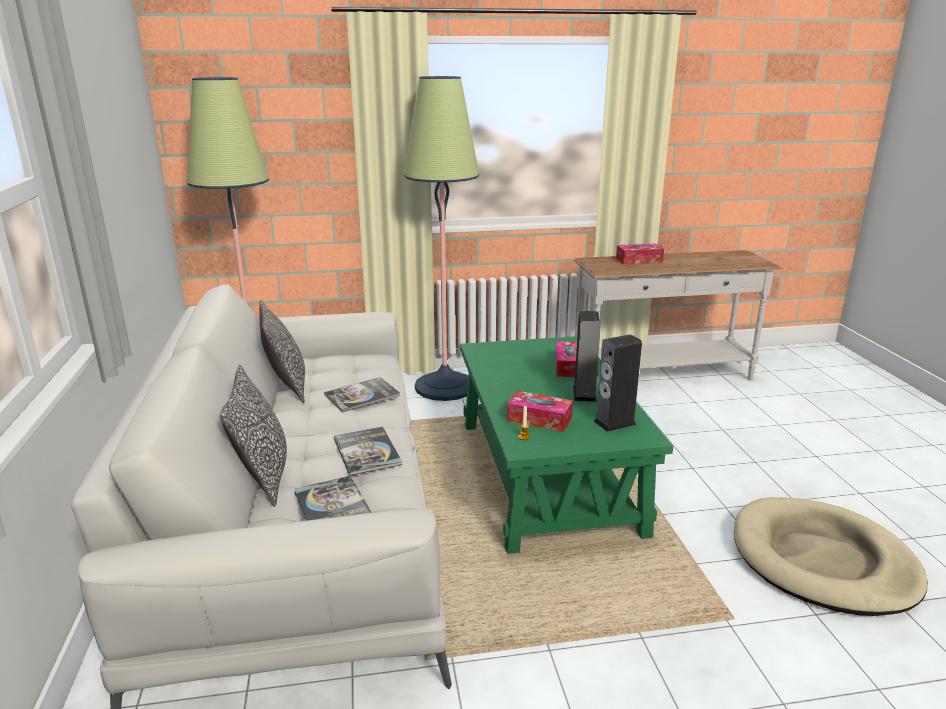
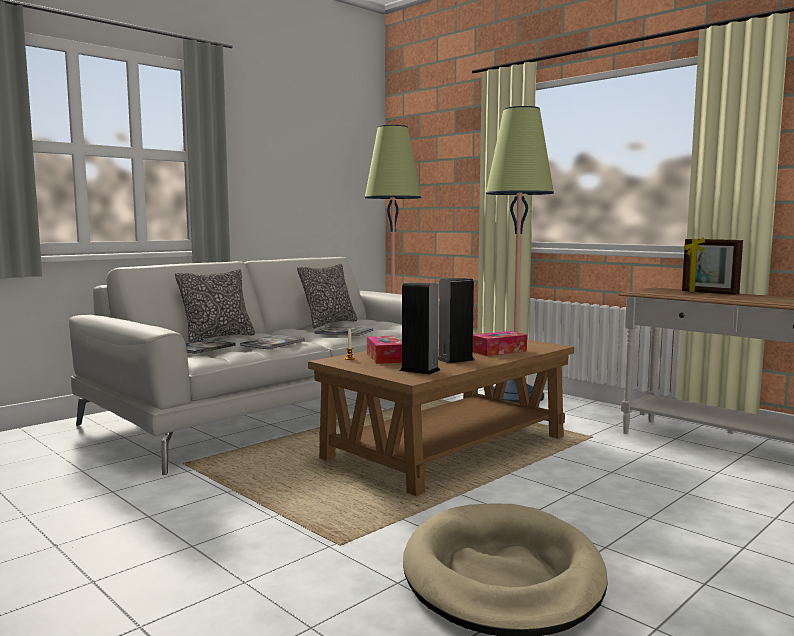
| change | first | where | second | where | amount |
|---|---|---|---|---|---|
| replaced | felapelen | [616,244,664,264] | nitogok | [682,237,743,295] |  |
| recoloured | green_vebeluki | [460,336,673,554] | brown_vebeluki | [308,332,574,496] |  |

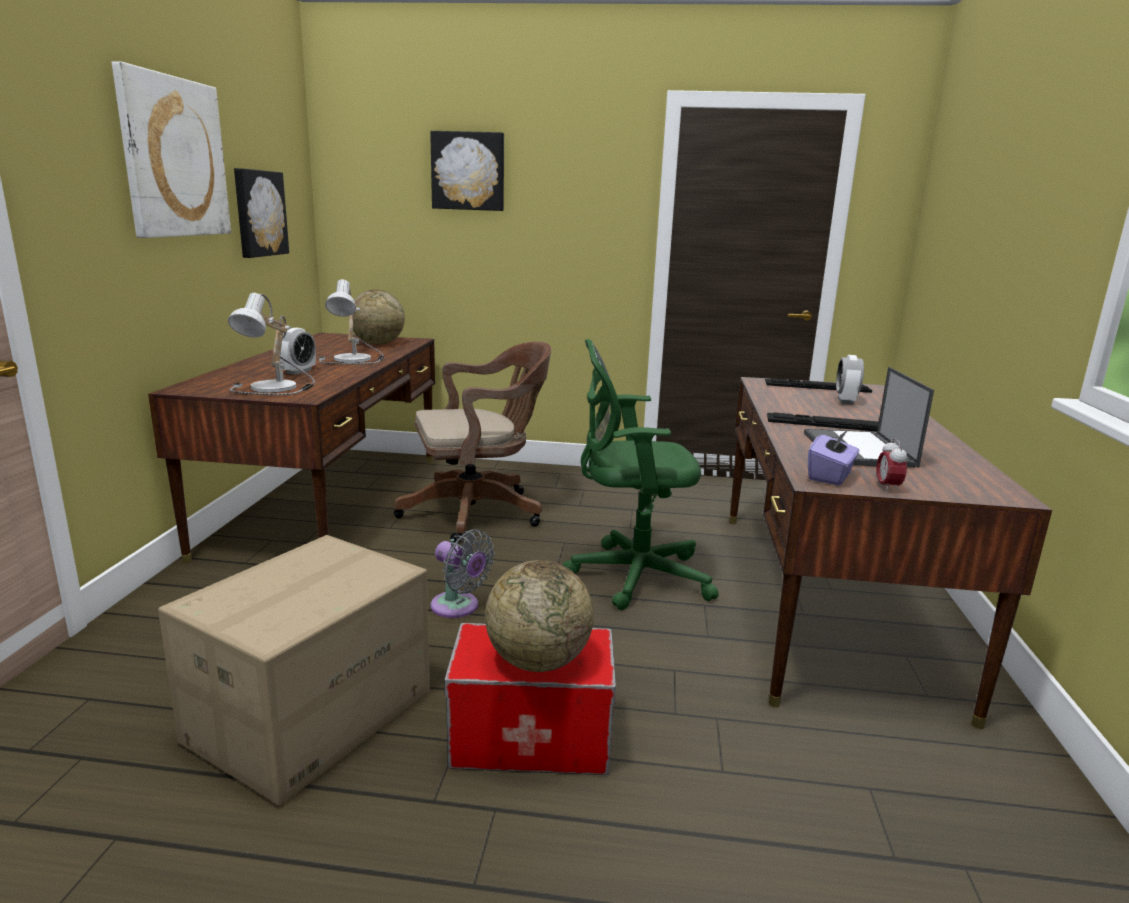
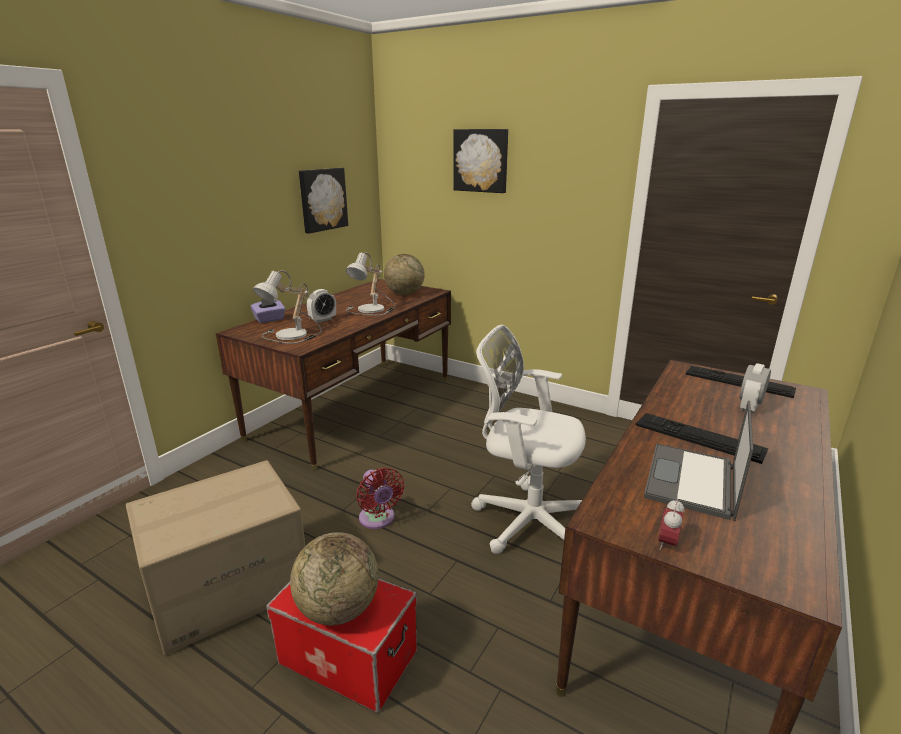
| change | first | where | second | where | amount |
|---|---|---|---|---|---|
| removed | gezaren | [112,61,231,238] |  |  |  |
| removed | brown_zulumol | [394,342,551,543] |  |  |  |
| moved | purple_felapelen | [808,430,859,486] |  | [250,299,285,323] |  |
| recoloured | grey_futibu | [431,529,495,618] | red_futibu | [356,467,404,529] |  |
| recoloured | green_zulumol | [563,339,719,610] | white_zulumol | [471,325,586,554] |  |

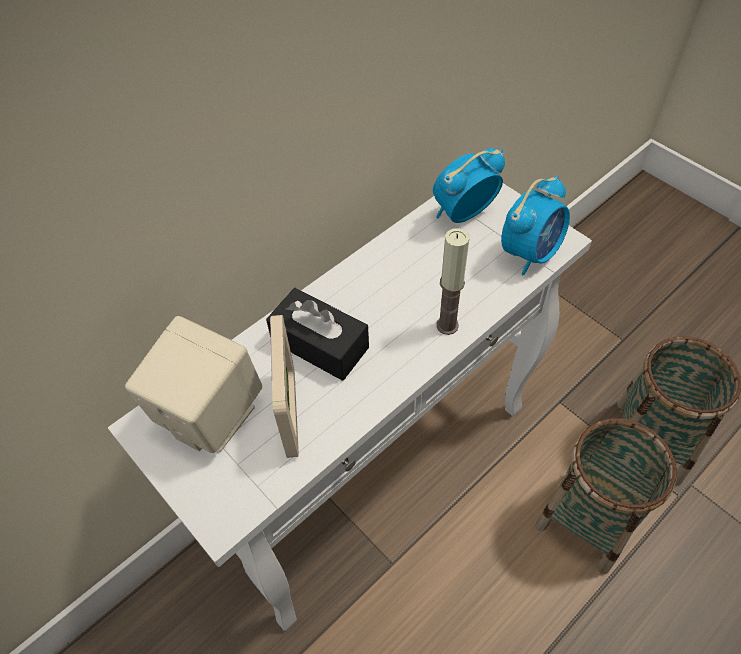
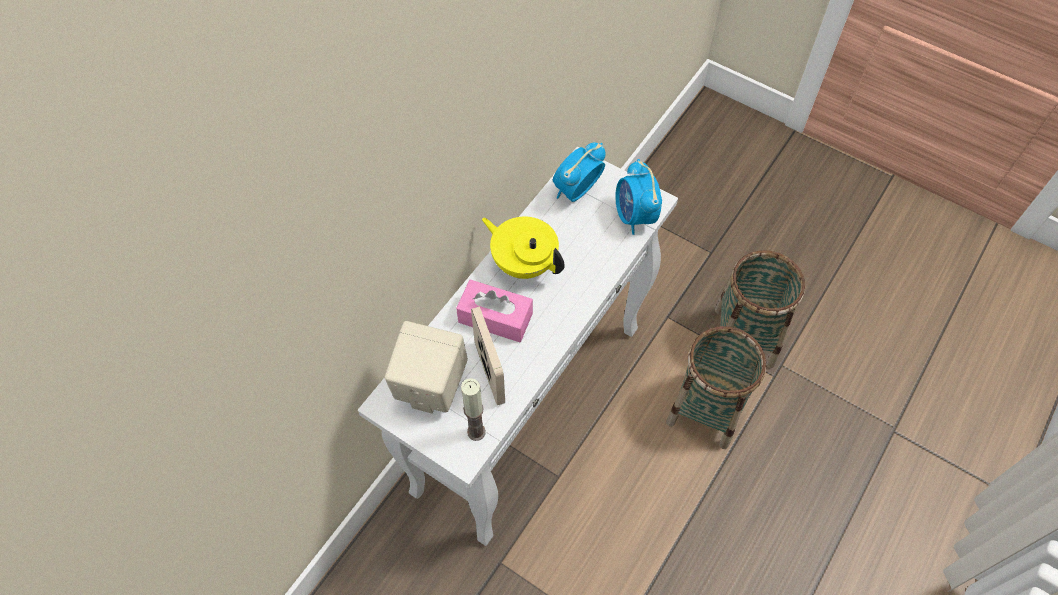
| change | first | where | second | where | amount |
|---|---|---|---|---|---|
| added |  |  | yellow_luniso | [482,217,565,279] |  |
| moved | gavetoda | [436,228,470,335] |  | [461,378,486,441] |  |
| recoloured | black_felapelen | [266,288,369,381] | pink_felapelen | [456,280,533,342] |  |
| turned | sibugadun | [501,176,570,276] |  | [615,159,662,235] | 135 degrees clockwise |

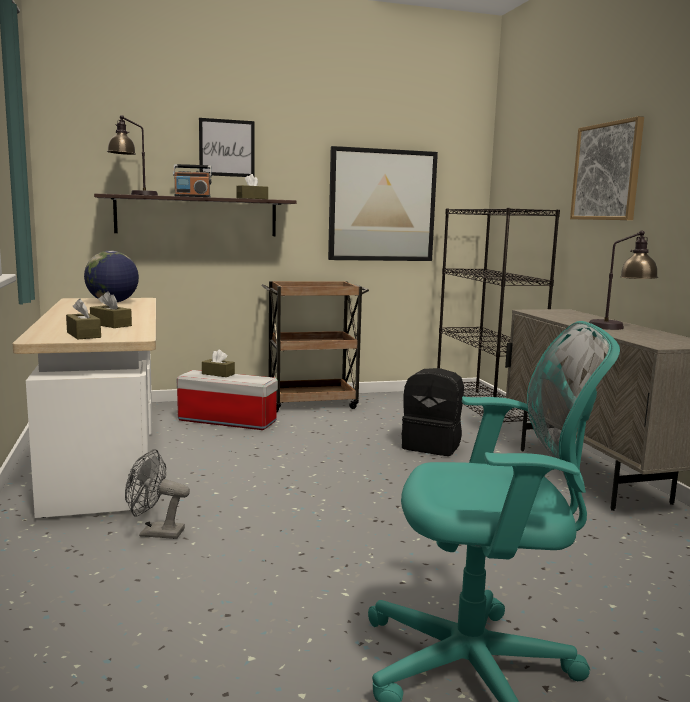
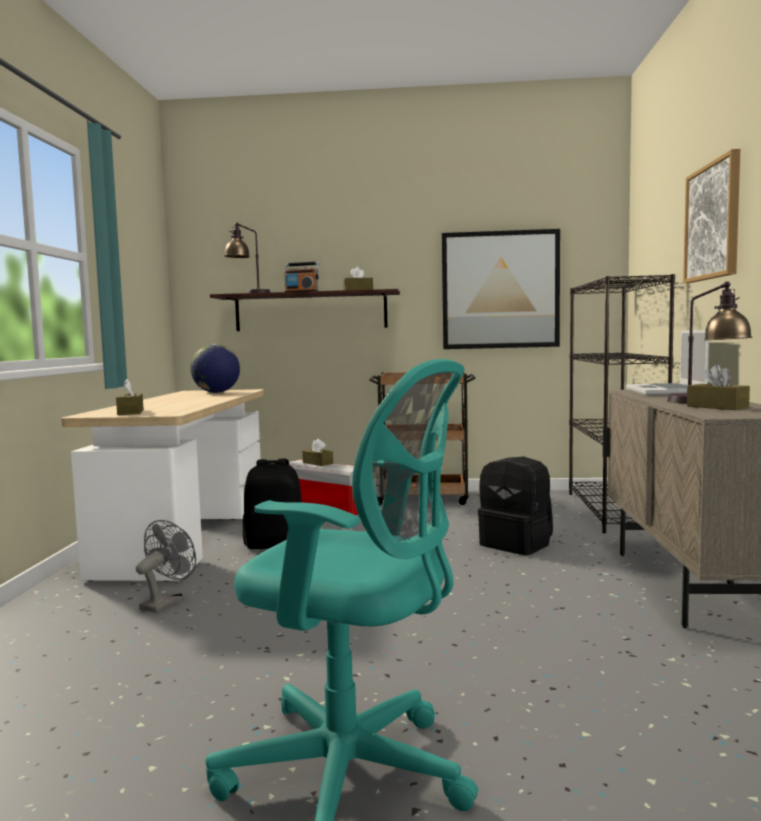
| change | first | where | second | where | amount |
|---|---|---|---|---|---|
| removed | gezaren | [199,118,255,177] |  |  |  |
| added |  |  | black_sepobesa | [243,459,302,549] |  |
| added |  |  | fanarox | [626,330,709,396] |  |
| moved | brown_felapelen | [90,291,132,328] |  | [687,365,750,410] |  |
| turned | grey_futibu | [125,449,190,539] |  | [136,520,196,613] | 90 degrees clockwise |

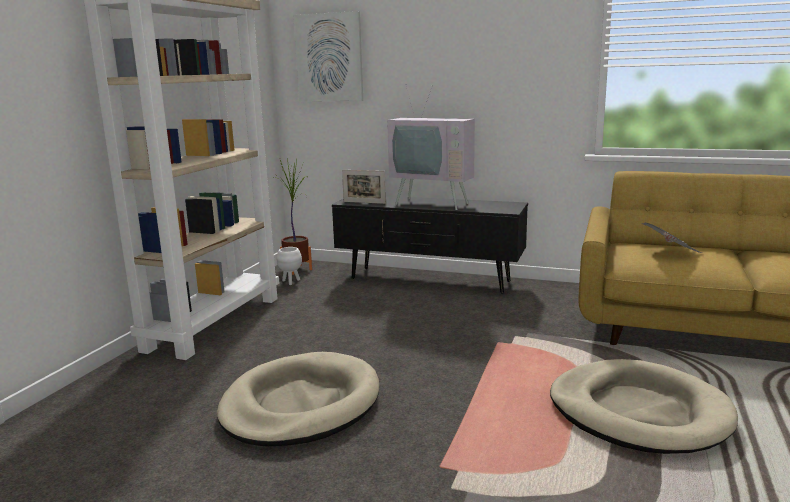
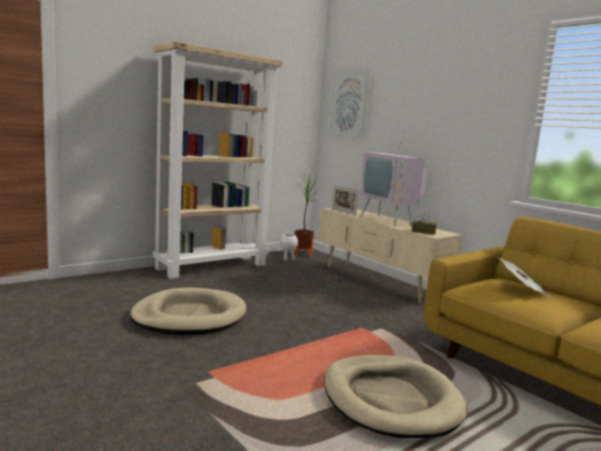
| change | first | where | second | where | amount |
|---|---|---|---|---|---|
| added |  |  | brown_felapelen | [412,213,436,235] |  |
| recoloured | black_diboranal | [332,196,528,293] | beige_diboranal | [319,208,463,304] |  |

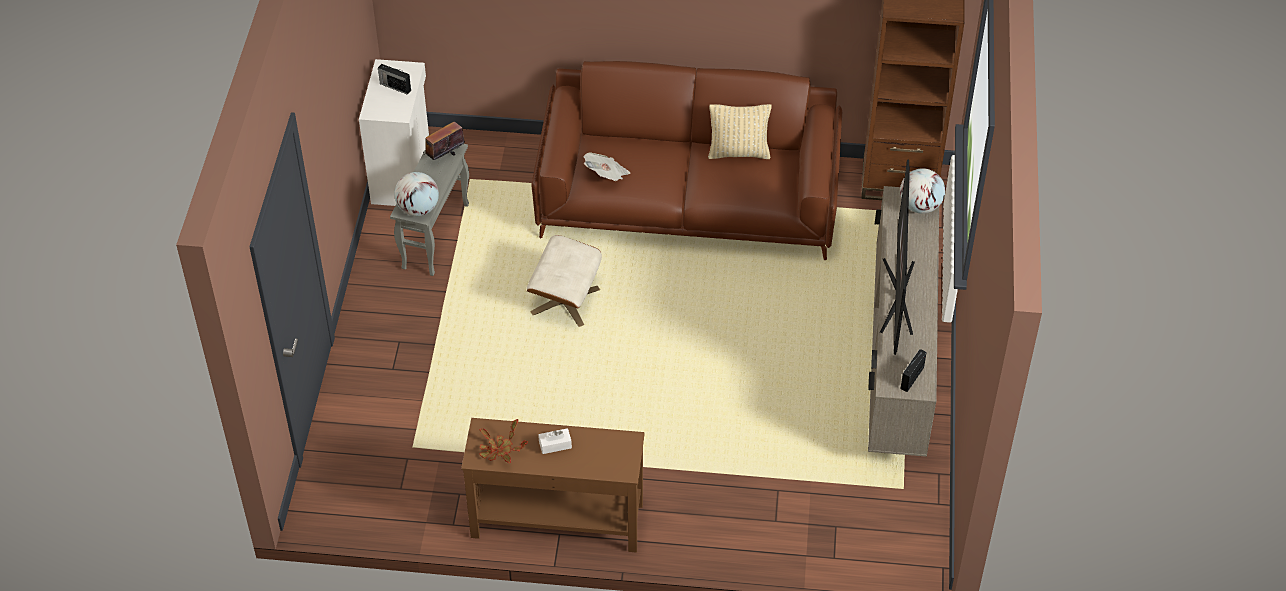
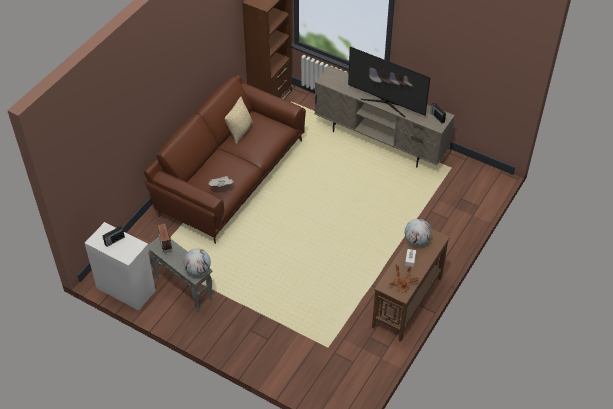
| change | first | where | second | where | amount |
|---|---|---|---|---|---|
| removed | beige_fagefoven | [526,235,602,327] |  |  |  |
| moved | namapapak | [900,168,945,214] |  | [405,219,432,246] |  |

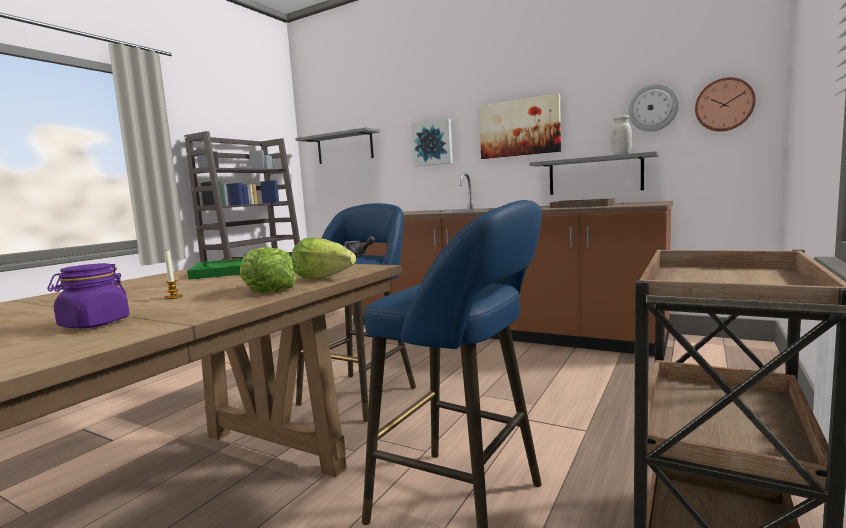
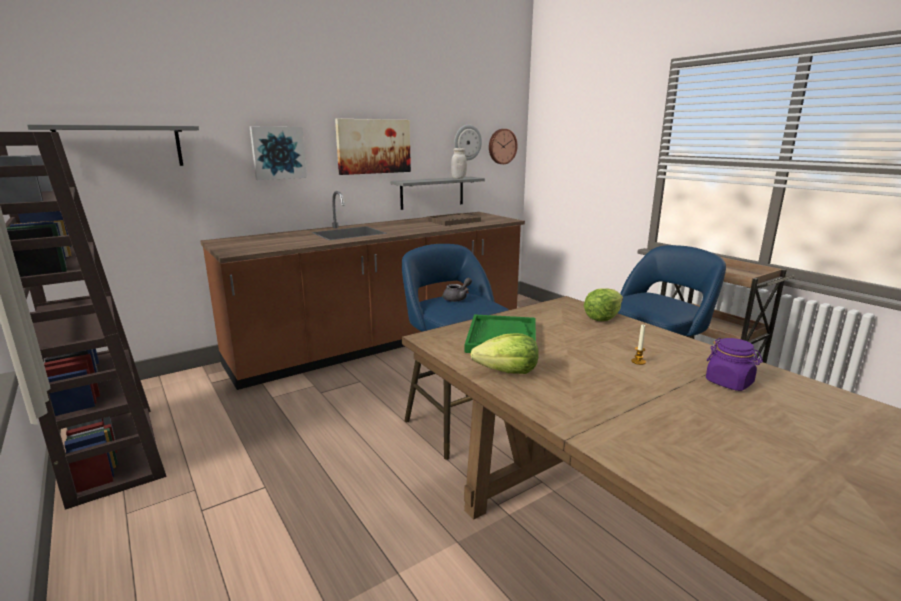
| change | first | where | second | where | amount |
|---|---|---|---|---|---|
| moved | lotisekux | [240,247,297,293] |  | [470,333,539,374] |  |

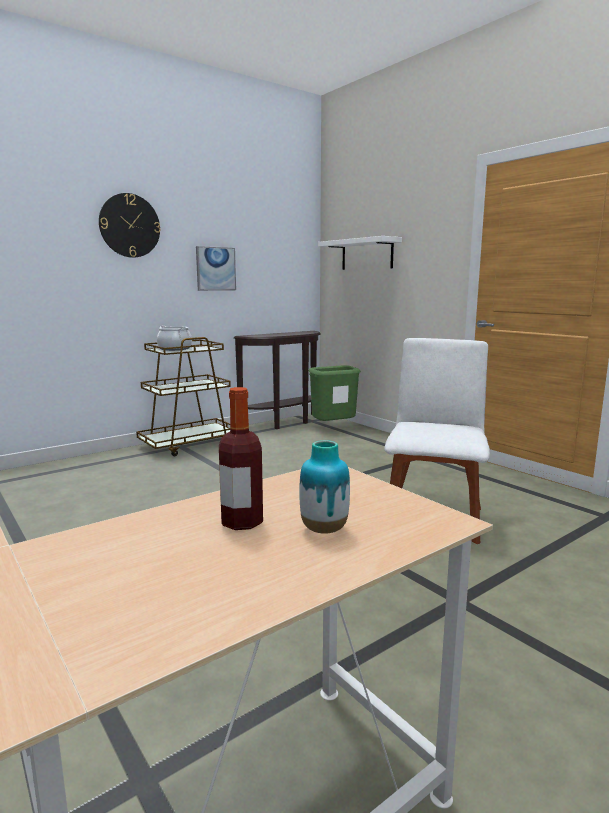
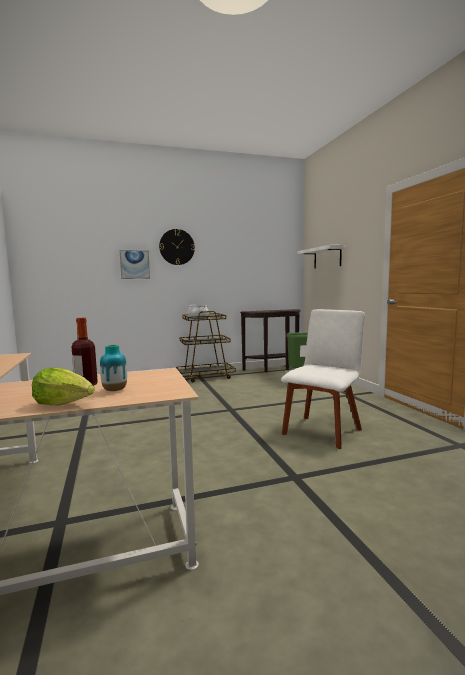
| change | first | where | second | where | amount |
|---|---|---|---|---|---|
| added |  |  | lotisekux | [32,368,95,406] |  |
| moved | gezaren | [196,246,236,291] |  | [120,250,150,279] |  |

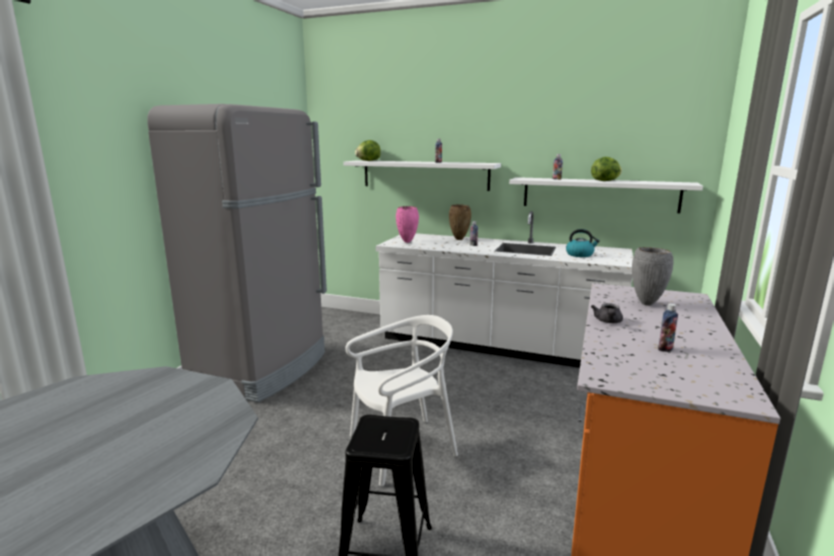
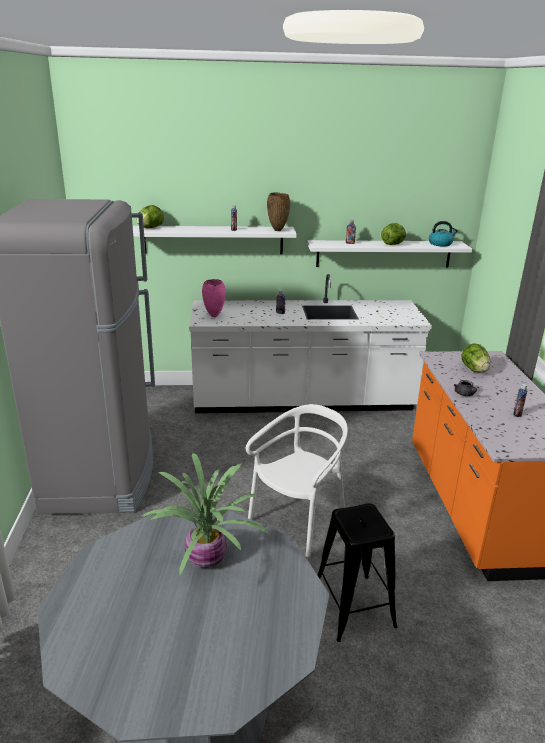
| change | first | where | second | where | amount |
|---|---|---|---|---|---|
| added |  |  | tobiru | [142,453,270,577] |  |
| moved | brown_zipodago | [449,204,471,240] |  | [267,193,290,231] |  |
| moved | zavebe | [566,229,600,257] |  | [429,221,458,246] |  |
| replaced | grey_zipodago | [632,247,674,306] | lotisekux | [462,343,490,372] |  |

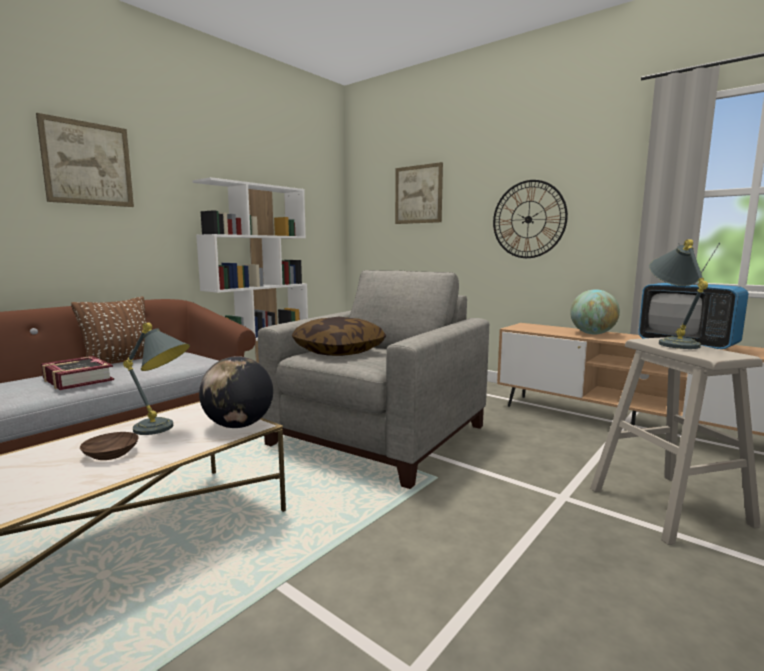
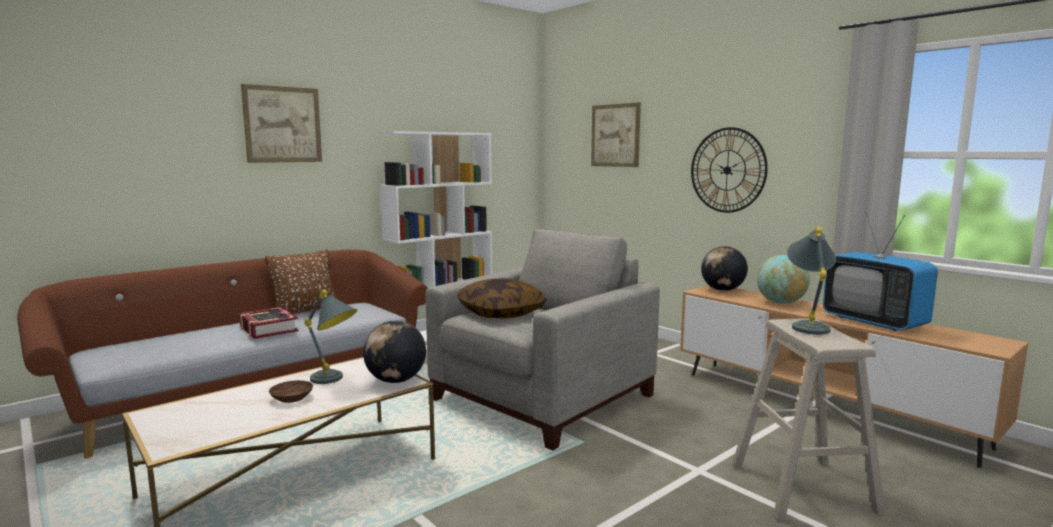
| change | first | where | second | where | amount |
|---|---|---|---|---|---|
| added |  |  | namapapak | [701,246,748,291] |  |

